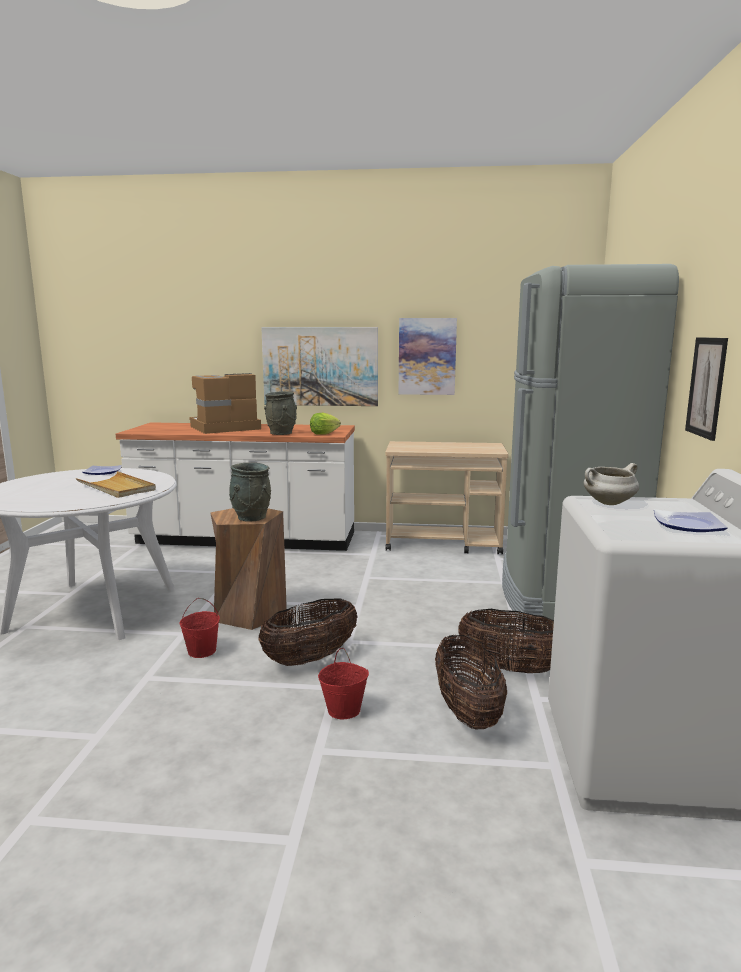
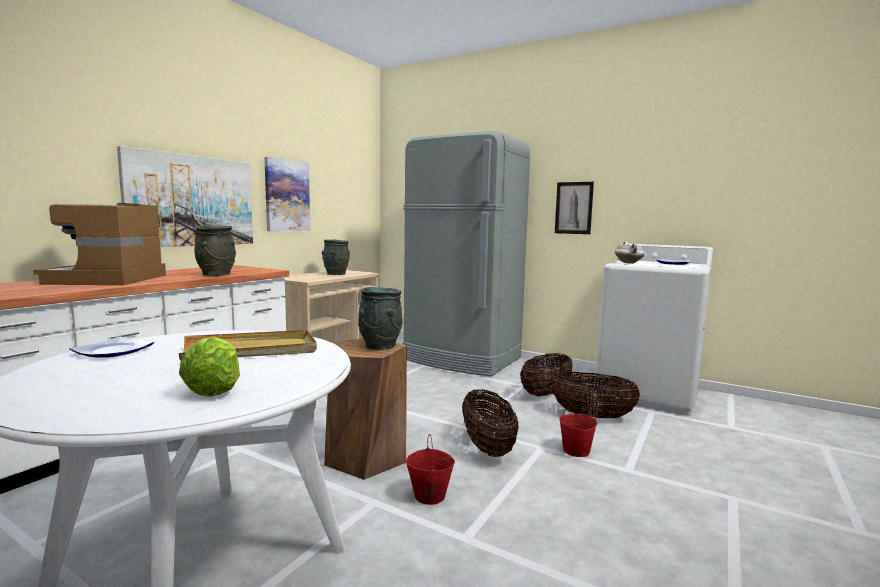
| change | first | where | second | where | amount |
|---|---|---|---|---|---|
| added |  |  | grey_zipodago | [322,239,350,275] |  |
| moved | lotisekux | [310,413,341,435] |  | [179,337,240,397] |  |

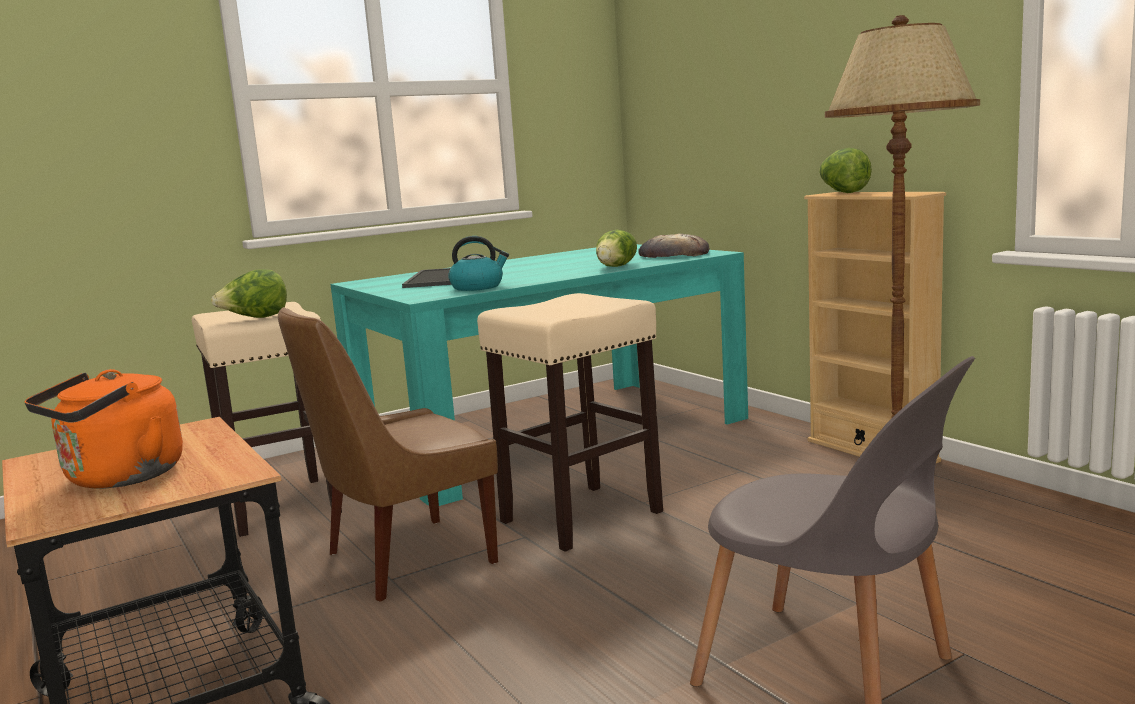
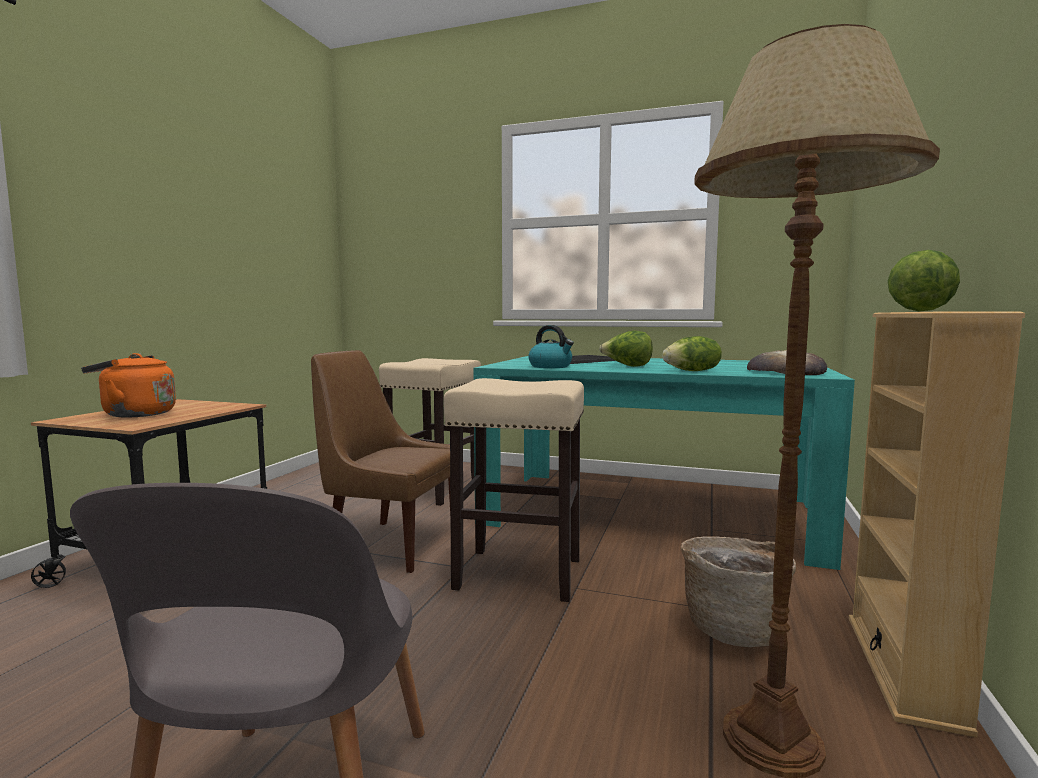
| change | first | where | second | where | amount |
|---|---|---|---|---|---|
| added |  |  | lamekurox | [681,536,796,647] |  |
| moved | lotisekux | [211,269,287,318] |  | [599,331,653,367] |  |

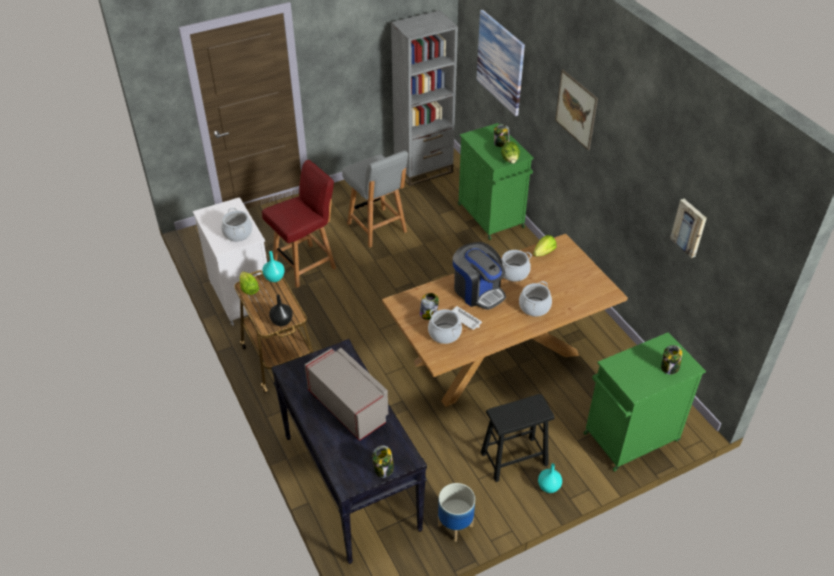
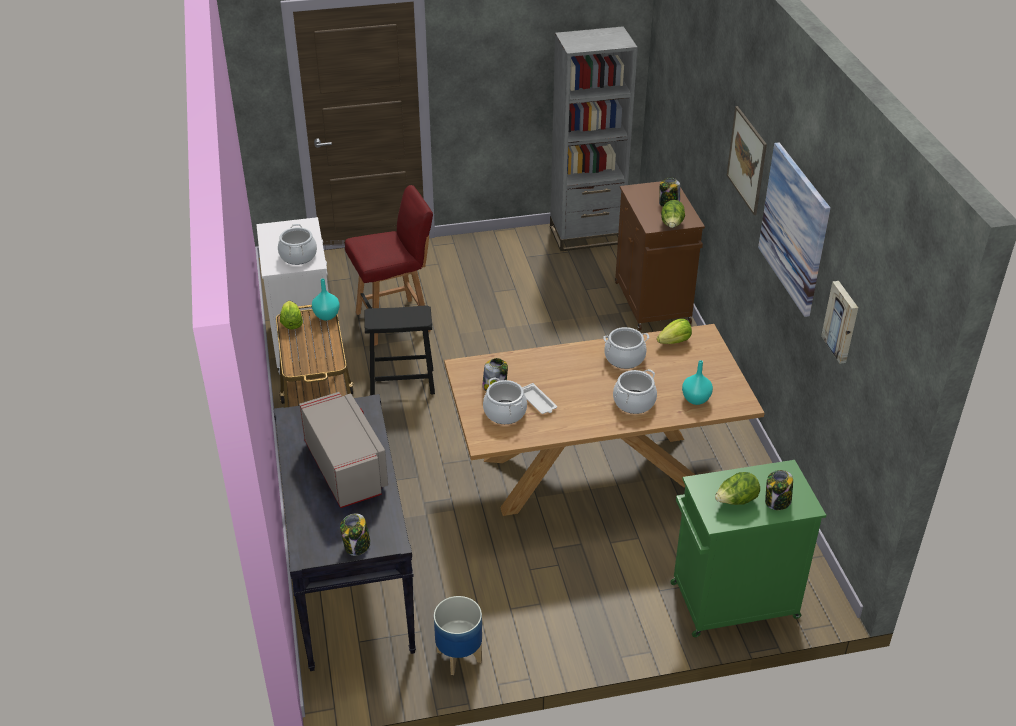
| change | first | where | second | where | amount |
|---|---|---|---|---|---|
| removed | black_zipodago | [269,294,293,326] |  |  |  |
| removed | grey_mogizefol | [342,150,408,248] |  |  |  |
| removed | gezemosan | [453,242,506,310] |  |  |  |
| added |  |  | lotisekux | [715,472,760,505] |  |
| moved | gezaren | [476,10,525,116] |  | [758,142,831,317] |  |
| moved | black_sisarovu | [481,394,555,482] |  | [365,305,435,395] |  |
| moved | turquoise_zipodago | [538,463,562,493] |  | [682,360,713,405] |  |
| recoloured | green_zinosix | [458,123,534,240] | brown_zinosix | [615,181,705,330] |  |

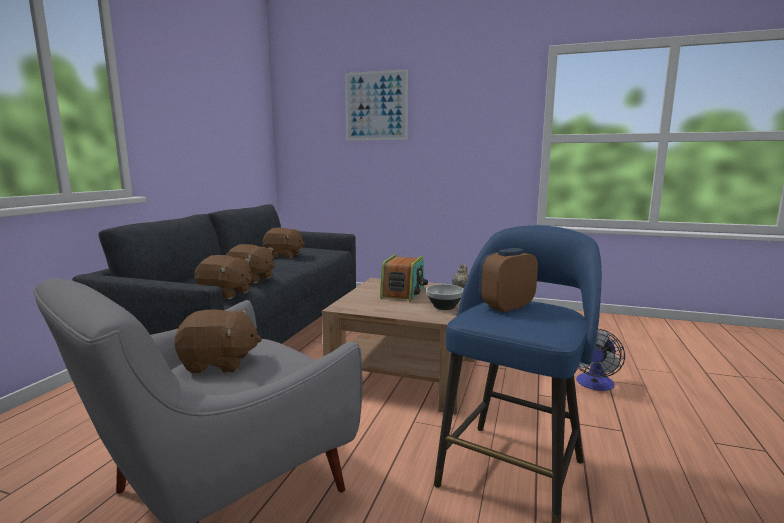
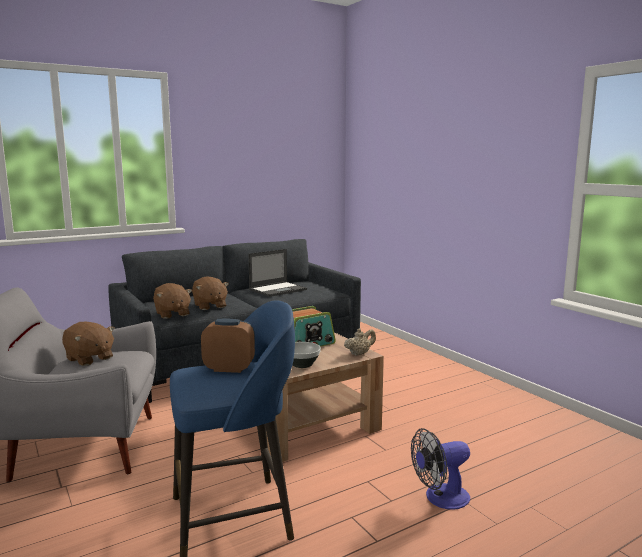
| change | first | where | second | where | amount |
|---|---|---|---|---|---|
| removed | gezaren | [345,69,408,141] |  |  |  |
| replaced | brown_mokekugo | [263,228,305,258] | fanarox | [248,249,307,297] |  |

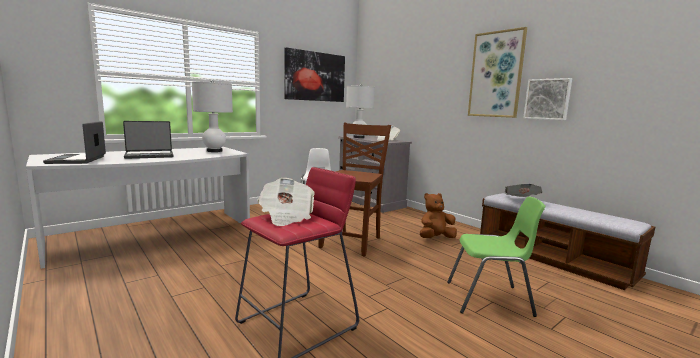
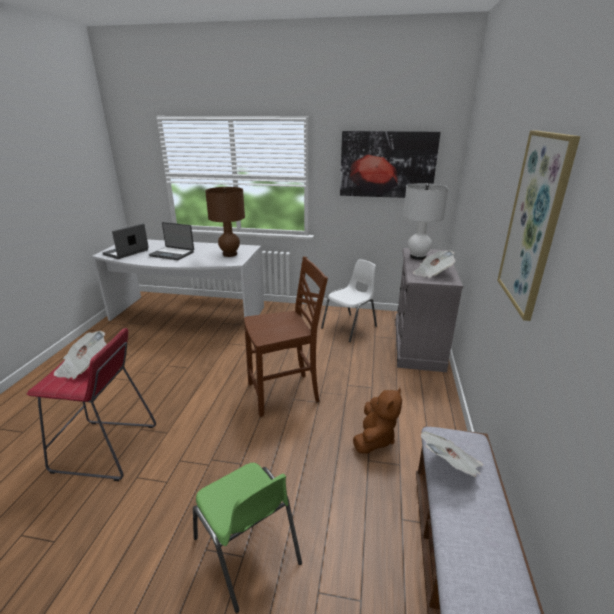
| change | first | where | second | where | amount |
|---|---|---|---|---|---|
| removed | gezaren | [523,78,572,120] |  |  |  |
| recoloured | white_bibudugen | [192,80,233,152] | brown_bibudugen | [205,187,245,257] |  |
| turned | brown_mokekugo | [420,193,457,238] |  | [353,388,402,454] | 90 degrees clockwise |

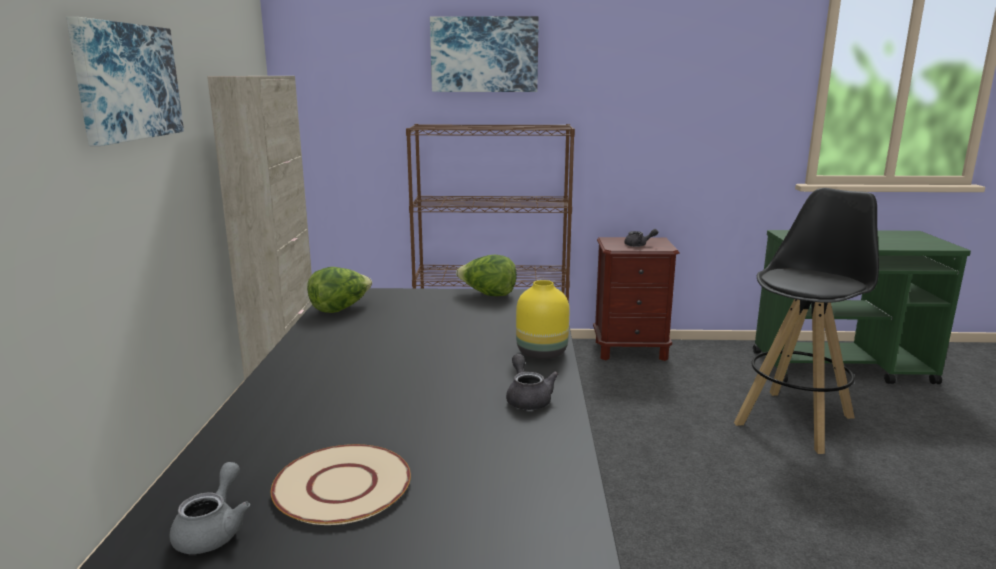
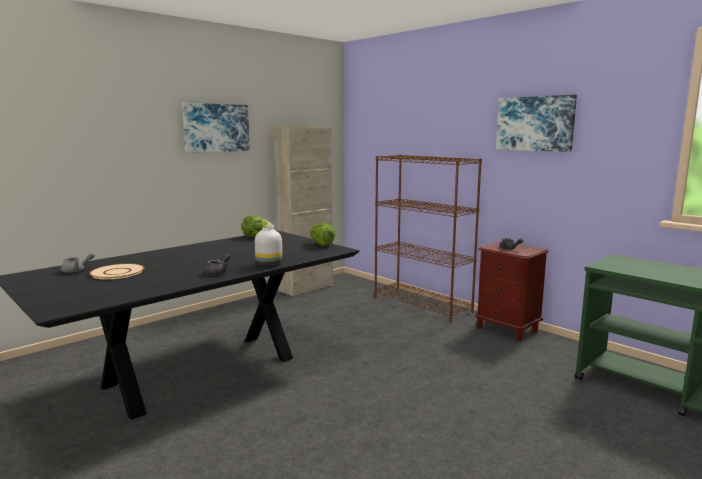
| change | first | where | second | where | amount |
|---|---|---|---|---|---|
| removed | black_sisarovu | [734,188,879,454] |  |  |  |
| moved | gezaren | [430,16,539,92] |  | [496,95,577,152] |  |
| recoloured | yellow_zipodago | [516,280,569,359] | white_zipodago | [255,226,282,266] |  |

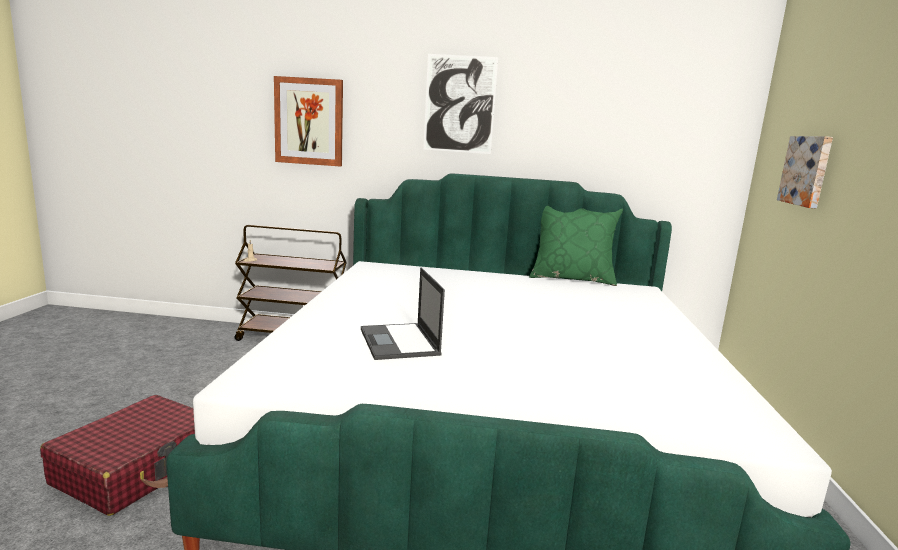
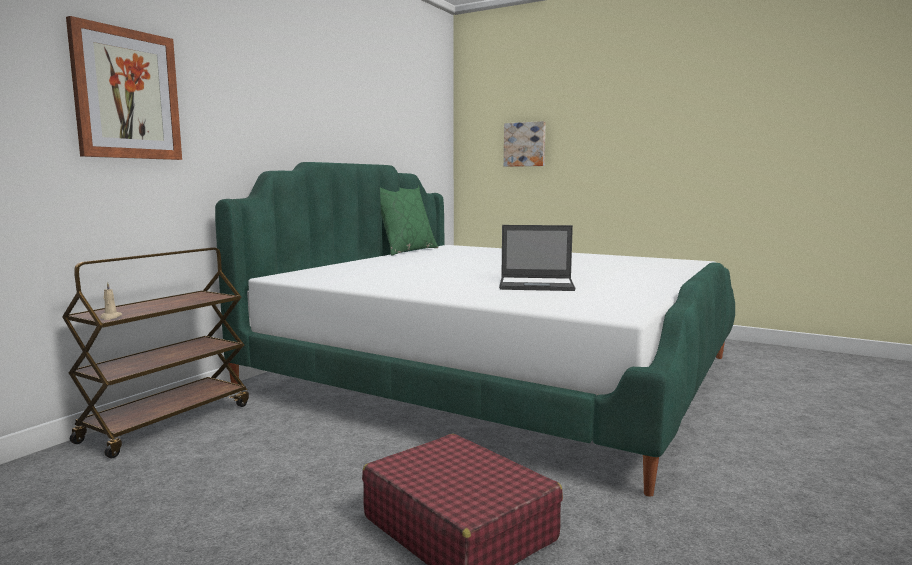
| change | first | where | second | where | amount |
|---|---|---|---|---|---|
| removed | gezaren | [423,54,498,154] |  |  |  |

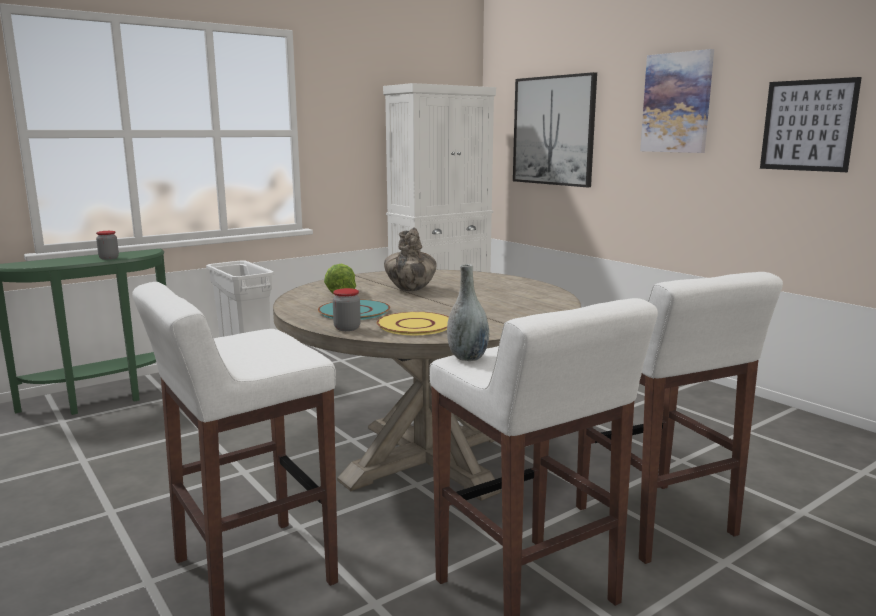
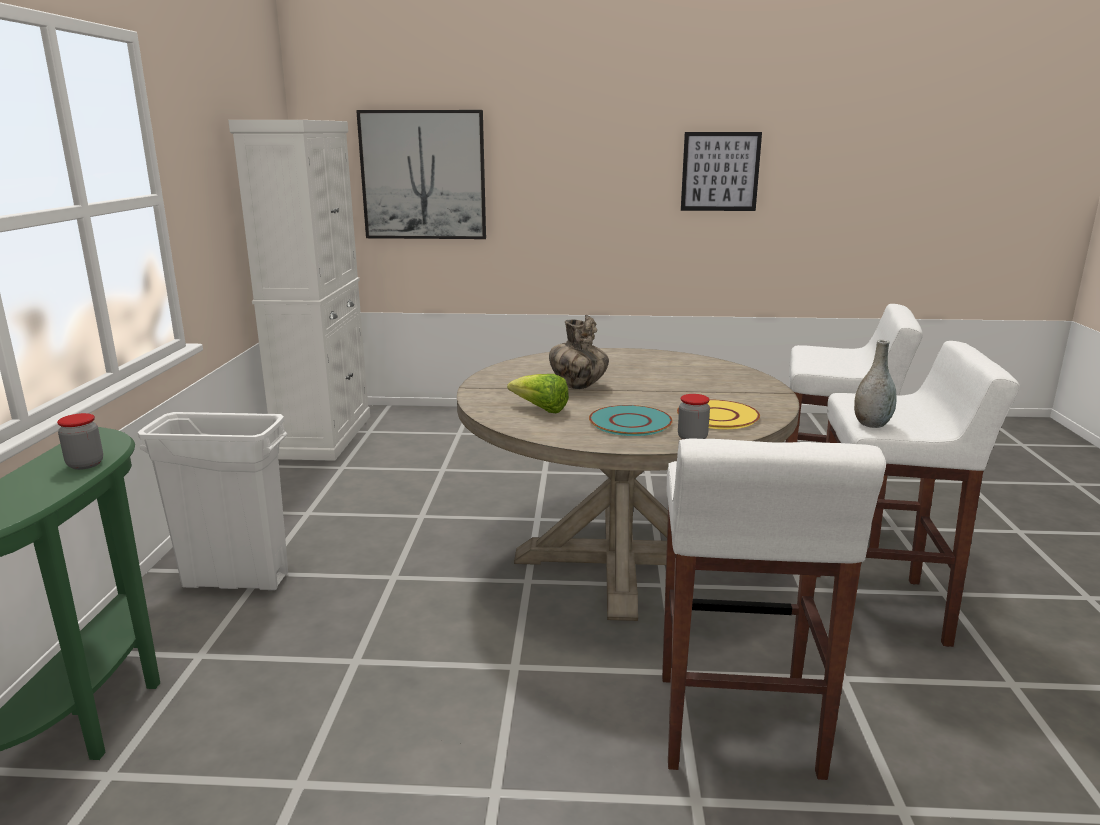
| change | first | where | second | where | amount |
|---|---|---|---|---|---|
| removed | gezaren | [640,49,714,153] |  |  |  |

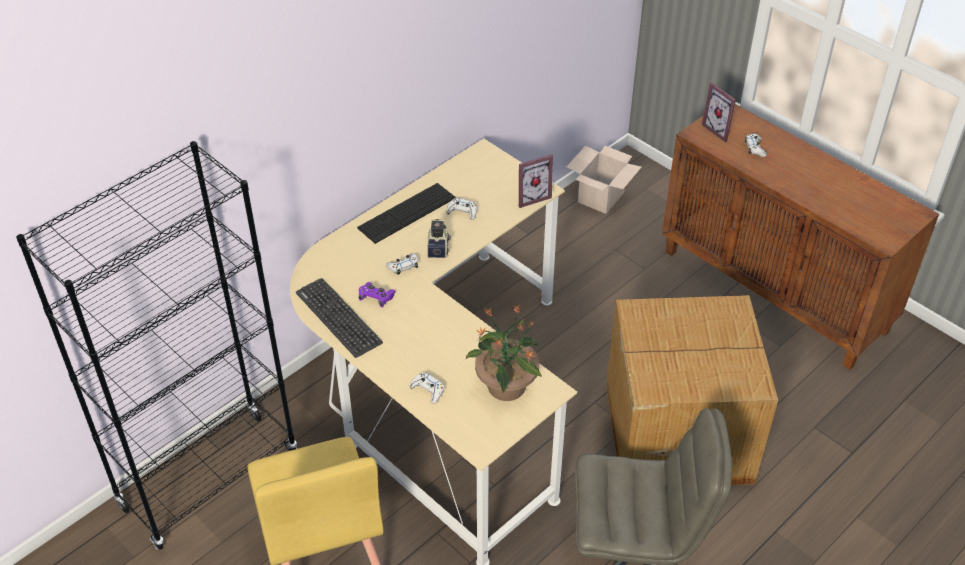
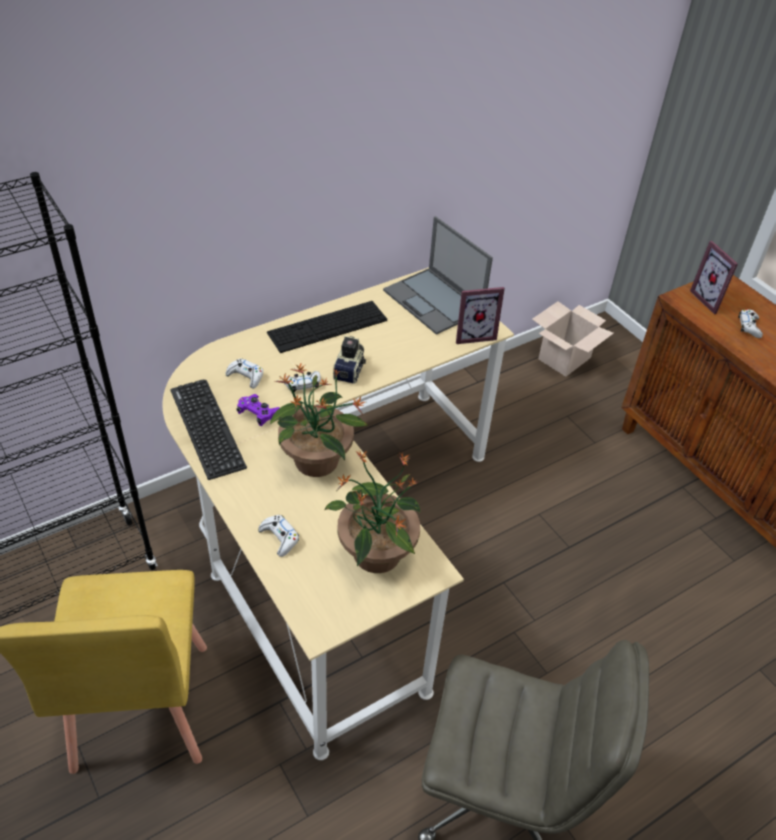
| change | first | where | second | where | amount |
|---|---|---|---|---|---|
| removed | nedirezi | [606,295,778,485] |  |  |  |
| added |  |  | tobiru | [270,364,368,477] |  |
| added |  |  | fanarox | [383,216,493,335] |  |
| moved | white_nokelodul | [446,198,477,220] |  | [226,359,263,389] |  |

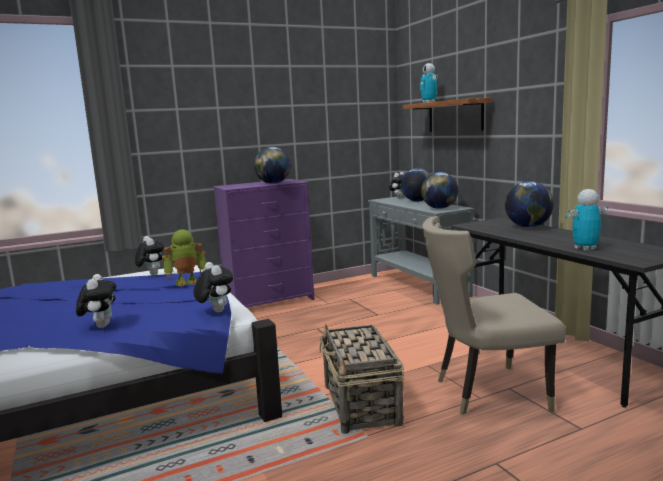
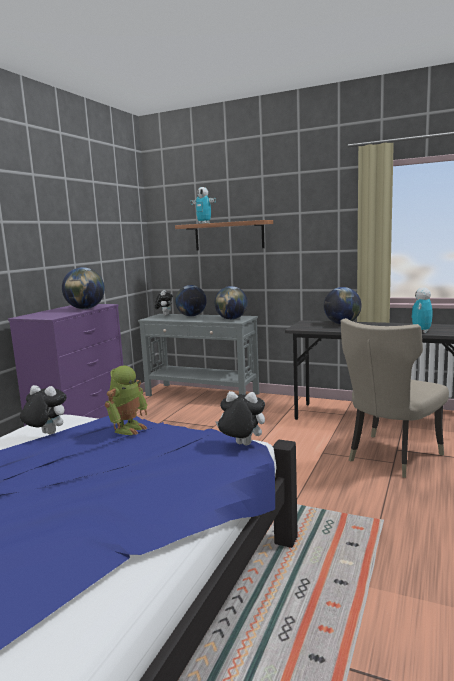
| change | first | where | second | where | amount |
|---|---|---|---|---|---|
| removed | mokekugo | [76,274,116,328] |  |  |  |
| removed | lamekurox | [319,324,404,434] |  |  |  |

